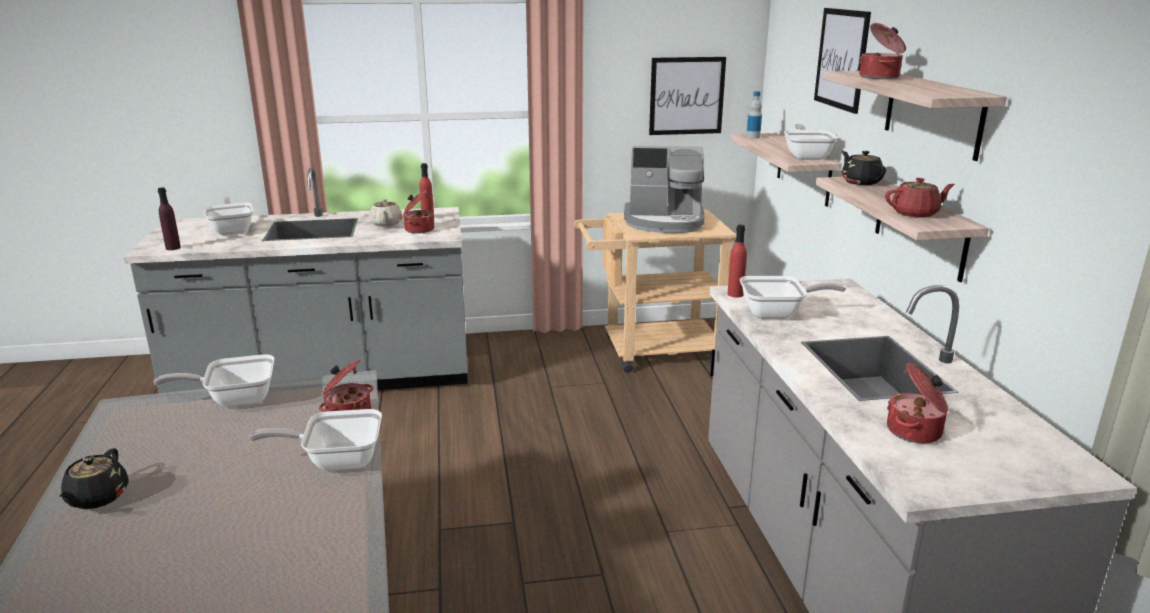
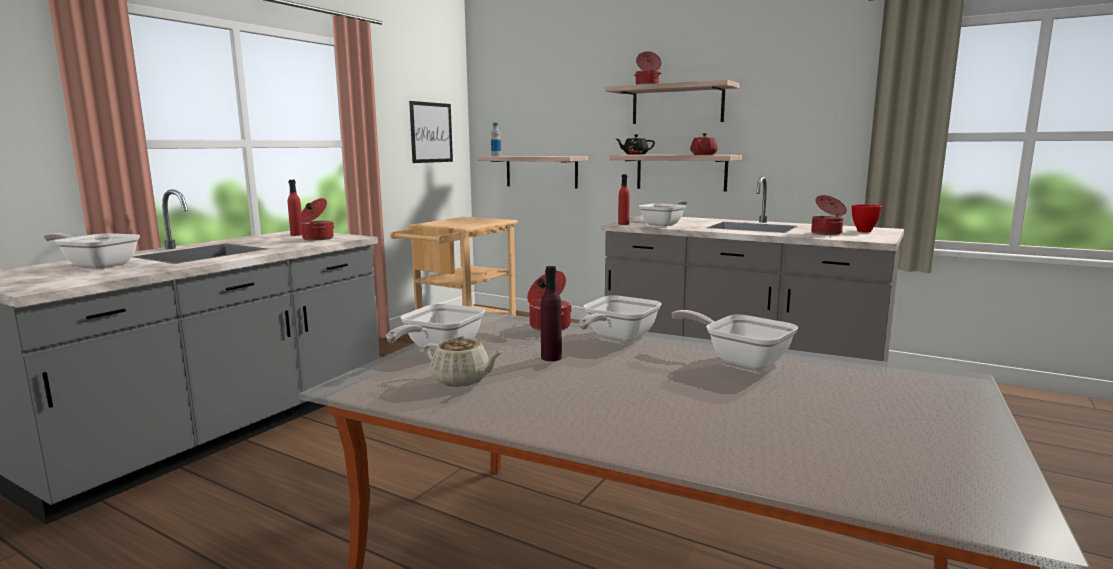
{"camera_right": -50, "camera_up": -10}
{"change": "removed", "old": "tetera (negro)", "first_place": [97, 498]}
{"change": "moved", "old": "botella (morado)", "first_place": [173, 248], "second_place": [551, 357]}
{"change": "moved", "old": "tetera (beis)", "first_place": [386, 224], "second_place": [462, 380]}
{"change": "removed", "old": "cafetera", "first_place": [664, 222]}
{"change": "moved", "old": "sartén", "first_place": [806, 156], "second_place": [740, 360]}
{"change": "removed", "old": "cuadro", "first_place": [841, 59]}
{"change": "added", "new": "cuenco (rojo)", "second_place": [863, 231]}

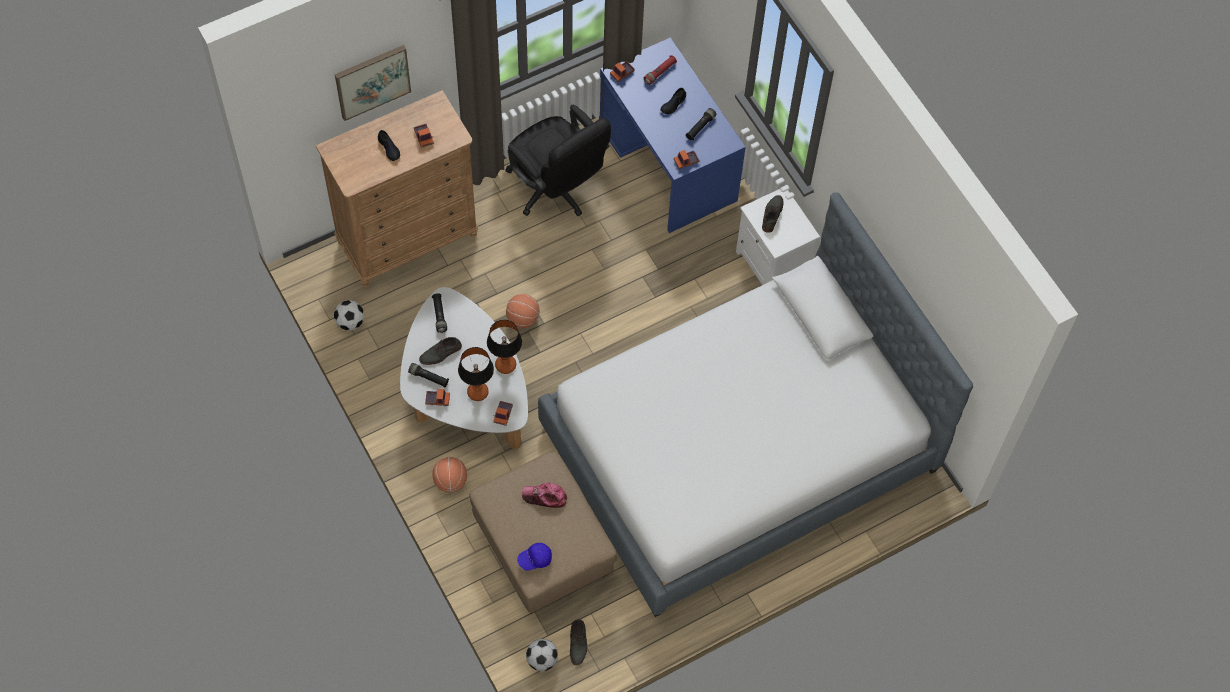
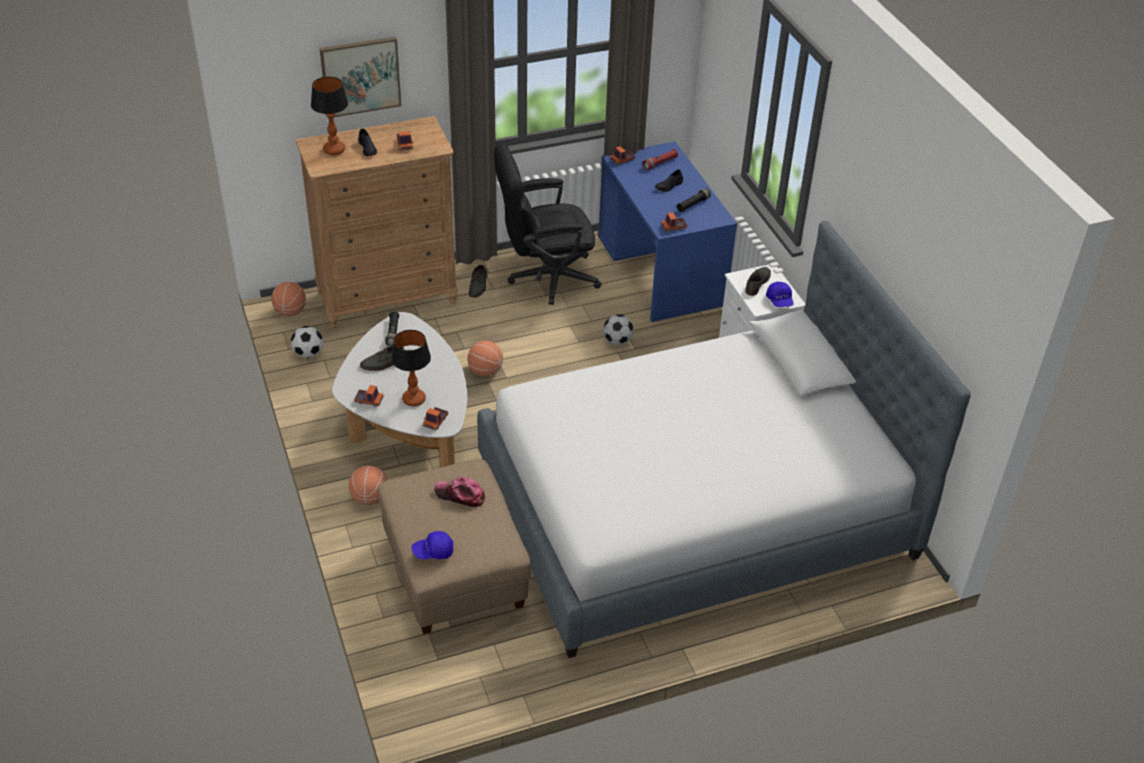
{"camera_right": 10, "camera_up": -20}
{"change": "removed", "old": "linterna (negro)", "first_place": [428, 378]}
{"change": "moved", "old": "lámpara de mesa", "first_place": [506, 365], "second_place": [334, 150]}
{"change": "turned", "old": "silla de oficina (negro)", "first_place": [556, 190], "second_place": [545, 278], "degrees": 105}
{"change": "moved", "old": "balón de fútbol", "first_place": [541, 660], "second_place": [617, 341]}
{"change": "moved", "old": "zapato (gris)", "first_place": [578, 643], "second_place": [478, 285]}
{"change": "added", "new": "balón de baloncesto", "second_place": [290, 311]}
{"change": "added", "new": "gorra (azul)", "second_place": [779, 301]}

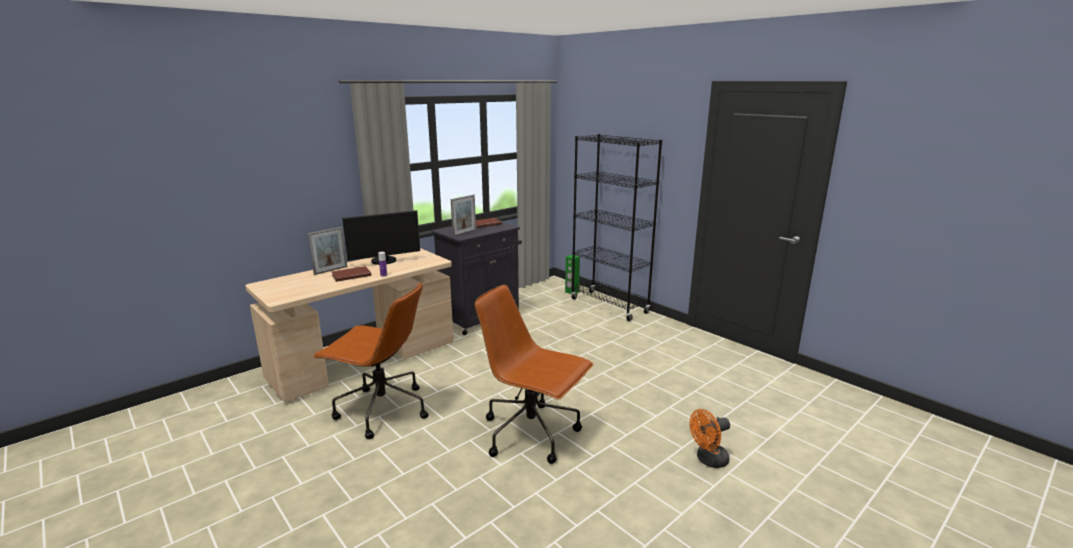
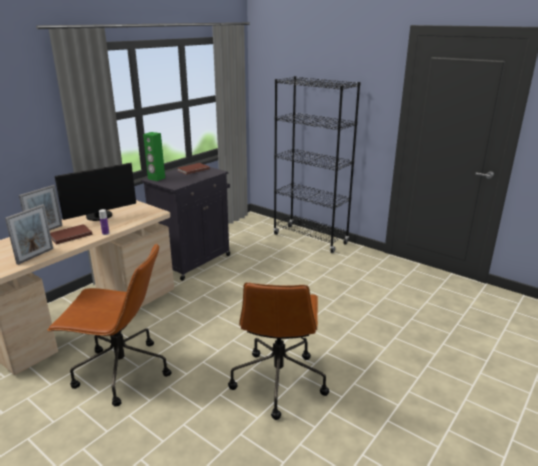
{"camera_right": -10, "camera_up": 5}
{"change": "moved", "old": "portarretratos", "first_place": [464, 233], "second_place": [35, 256]}
{"change": "turned", "old": "silla de oficina (marrón)", "first_place": [532, 434], "second_place": [278, 380], "degrees": -105}
{"change": "moved", "old": "altavoz (verde)", "first_place": [572, 292], "second_place": [156, 178]}
{"change": "removed", "old": "ventilador (naranja)", "first_place": [708, 460]}

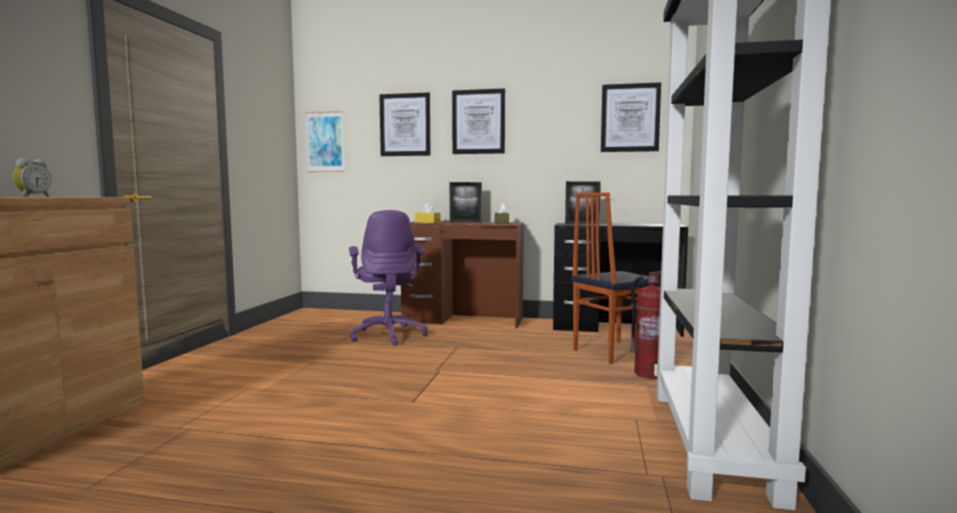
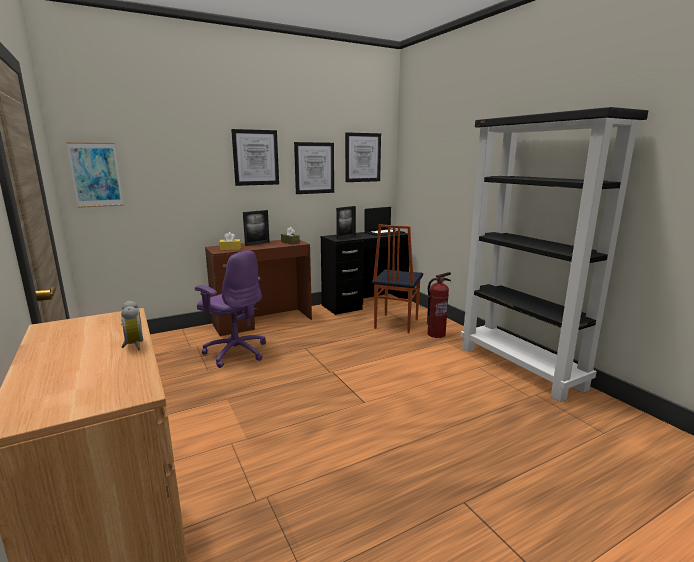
{"camera_right": -40, "camera_up": 10}
{"change": "moved", "old": "cuadro", "first_place": [405, 125], "second_place": [314, 168]}
{"change": "added", "new": "portátil", "second_place": [384, 232]}

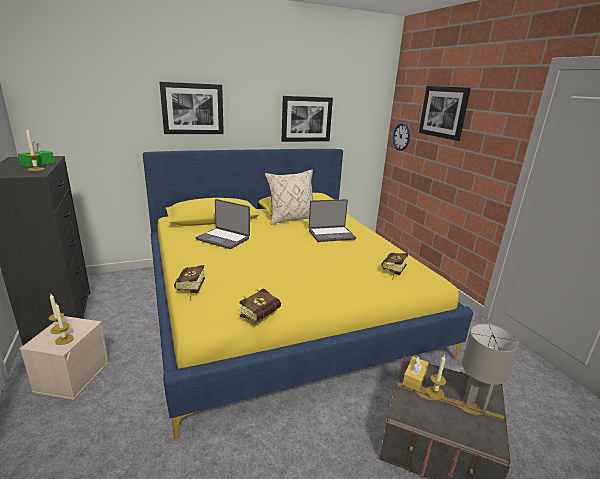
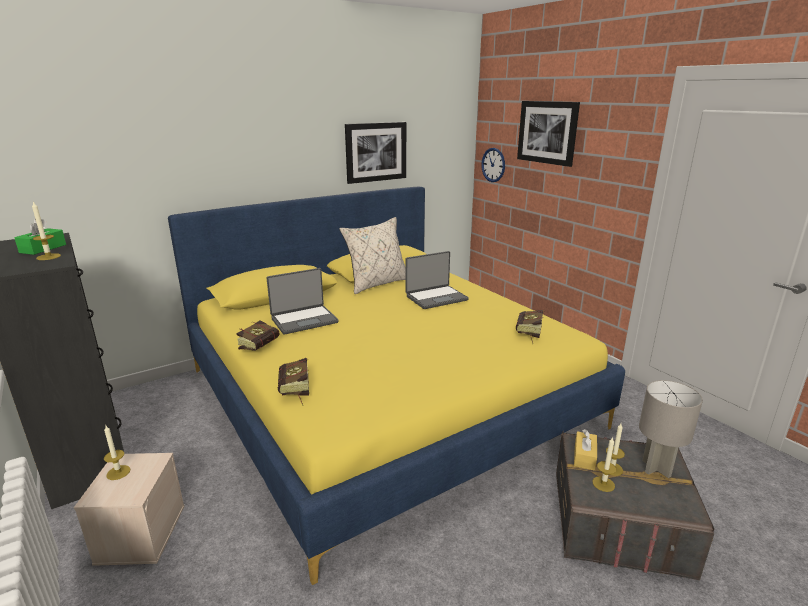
{"camera_right": -10, "camera_up": 0}
{"change": "moved", "old": "vela", "first_place": [64, 339], "second_place": [603, 484]}
{"change": "removed", "old": "cuadro", "first_place": [192, 109]}
{"change": "turned", "old": "portátil", "first_place": [224, 239], "second_place": [304, 320], "degrees": -45}
{"change": "moved", "old": "libro", "first_place": [263, 314], "second_place": [262, 345]}

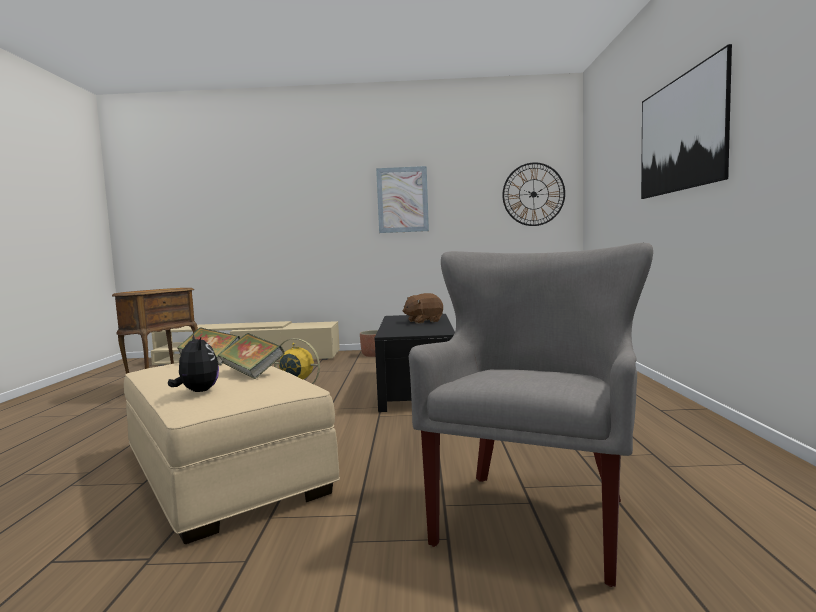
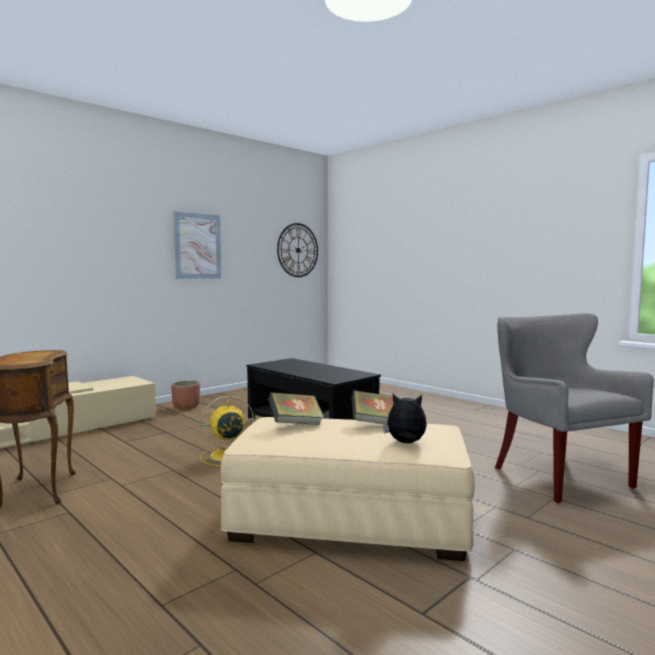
{"camera_right": -45, "camera_up": 0}
{"change": "removed", "old": "peluche (marrón)", "first_place": [423, 321]}
{"change": "removed", "old": "cuadro", "first_place": [680, 134]}

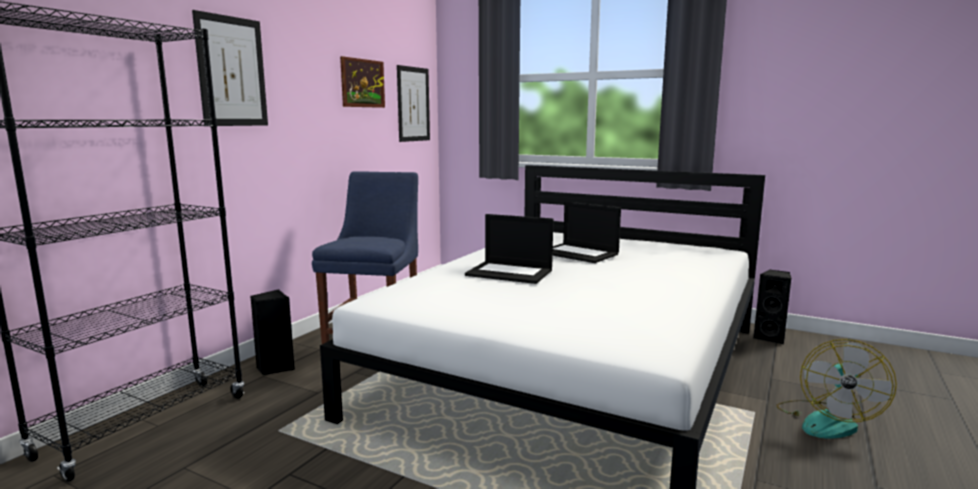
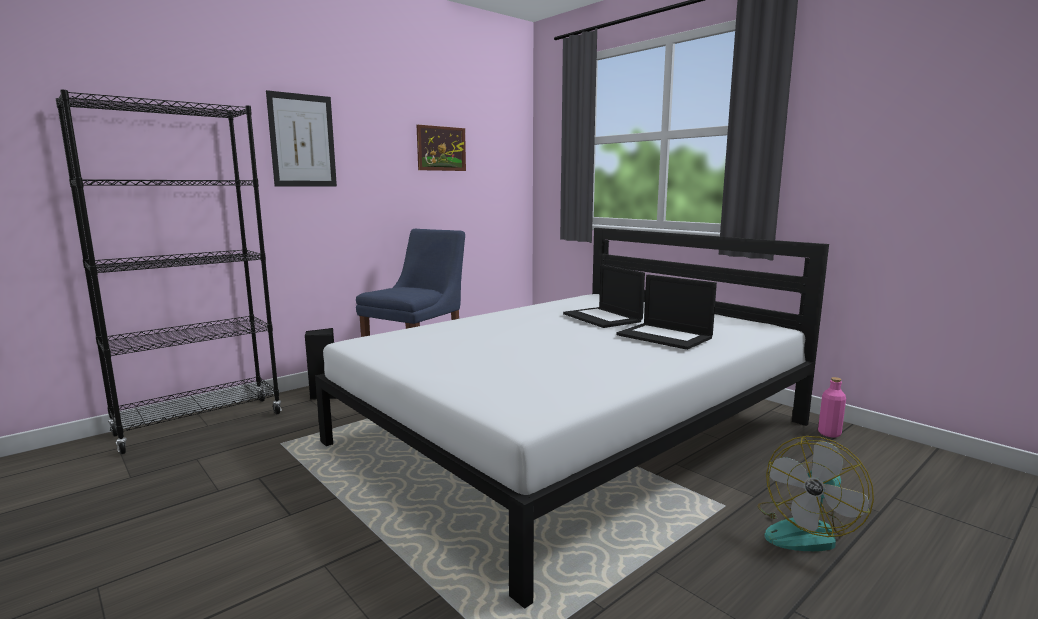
{"camera_right": 20, "camera_up": 0}
{"change": "removed", "old": "cuadro", "first_place": [413, 104]}
{"change": "moved", "old": "portátil", "first_place": [510, 273], "second_place": [665, 336]}
{"change": "replaced", "old": "altavoz (negro)", "new": "botella (rosa)", "first_place": [770, 337], "second_place": [829, 433]}

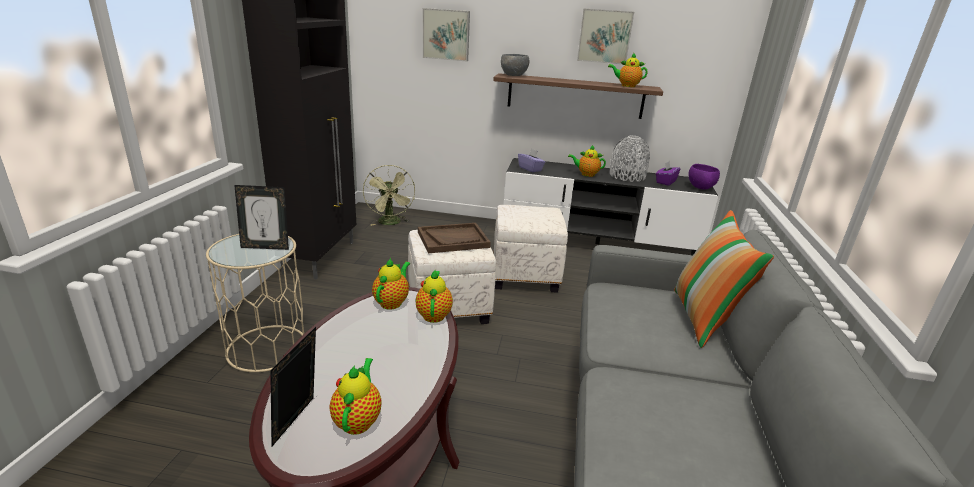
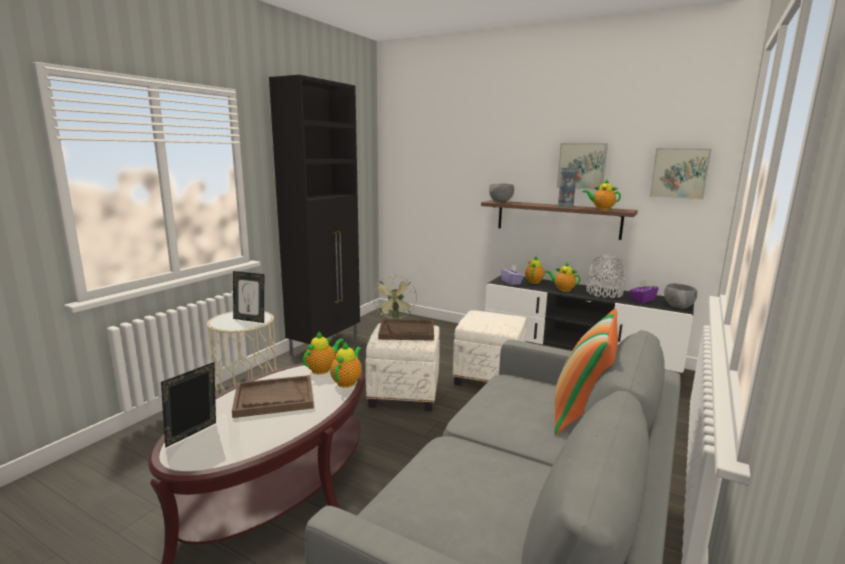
{"camera_right": 20, "camera_up": -10}
{"change": "moved", "old": "tetera", "first_place": [358, 420], "second_place": [534, 281]}
{"change": "moved", "old": "cuadro", "first_place": [446, 34], "second_place": [679, 173]}
{"change": "recoloured", "old": "cuenco (morado)", "new": "cuenco (gris)", "first_place": [700, 187], "second_place": [678, 307]}
{"change": "added", "new": "bandeja (marrón)", "second_place": [274, 398]}
{"change": "added", "new": "florero", "second_place": [565, 206]}

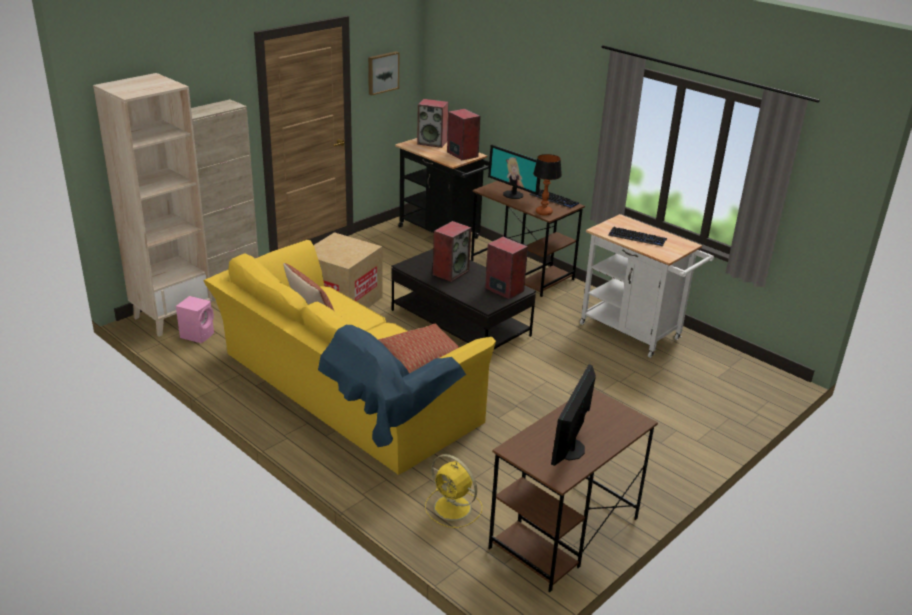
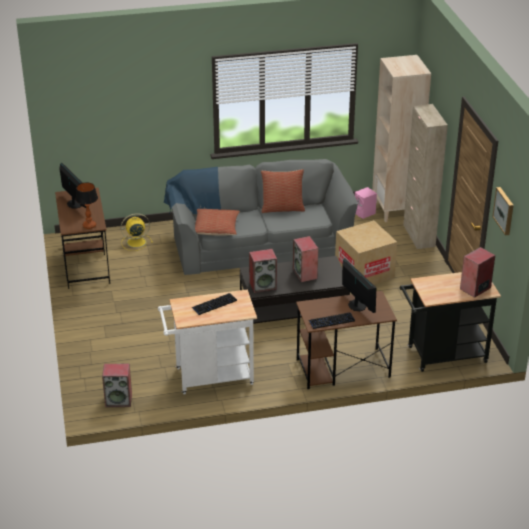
{"camera_right": 125, "camera_up": 5}
{"change": "recoloured", "old": "sofá (amarillo)", "new": "sofá (gris)", "first_place": [343, 392], "second_place": [259, 242]}
{"change": "moved", "old": "altavoz", "first_place": [461, 154], "second_place": [119, 400]}
{"change": "turned", "old": "monitor", "first_place": [513, 194], "second_place": [356, 305], "degrees": 75}
{"change": "moved", "old": "lámpara de mesa", "first_place": [543, 212], "second_place": [89, 225]}

